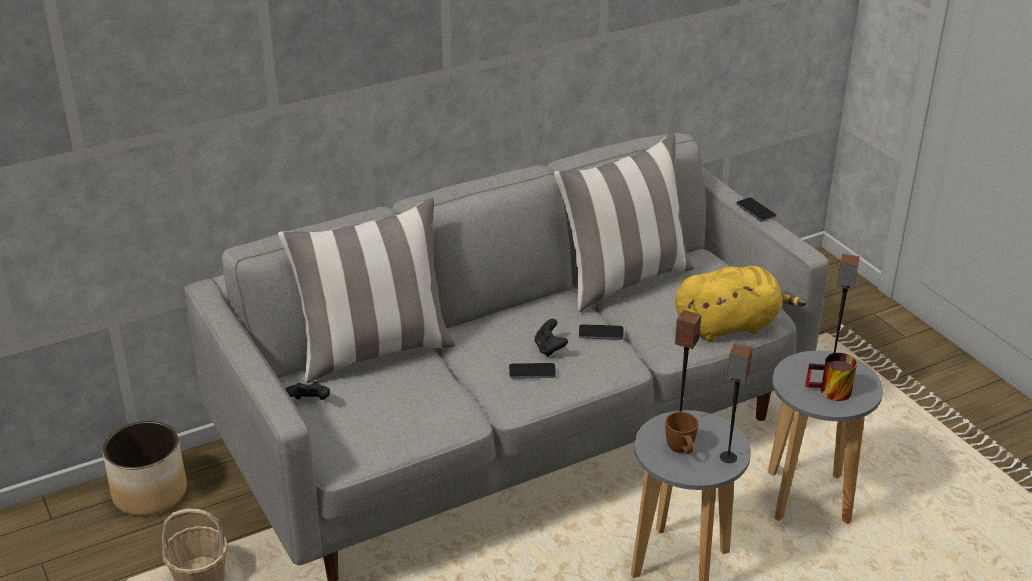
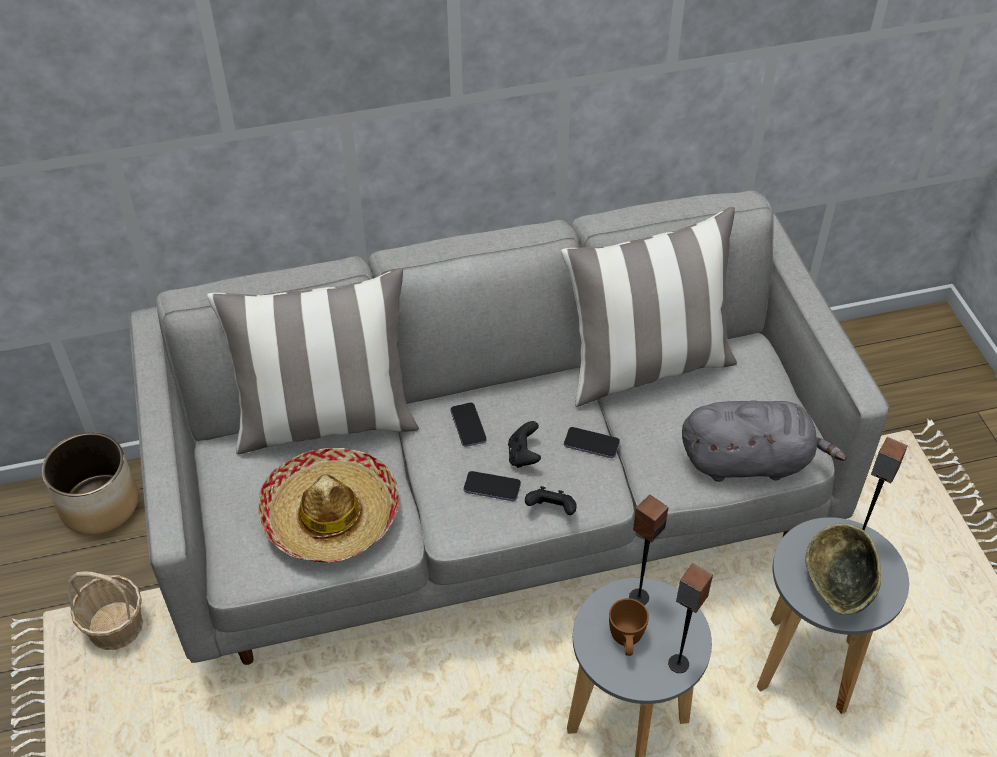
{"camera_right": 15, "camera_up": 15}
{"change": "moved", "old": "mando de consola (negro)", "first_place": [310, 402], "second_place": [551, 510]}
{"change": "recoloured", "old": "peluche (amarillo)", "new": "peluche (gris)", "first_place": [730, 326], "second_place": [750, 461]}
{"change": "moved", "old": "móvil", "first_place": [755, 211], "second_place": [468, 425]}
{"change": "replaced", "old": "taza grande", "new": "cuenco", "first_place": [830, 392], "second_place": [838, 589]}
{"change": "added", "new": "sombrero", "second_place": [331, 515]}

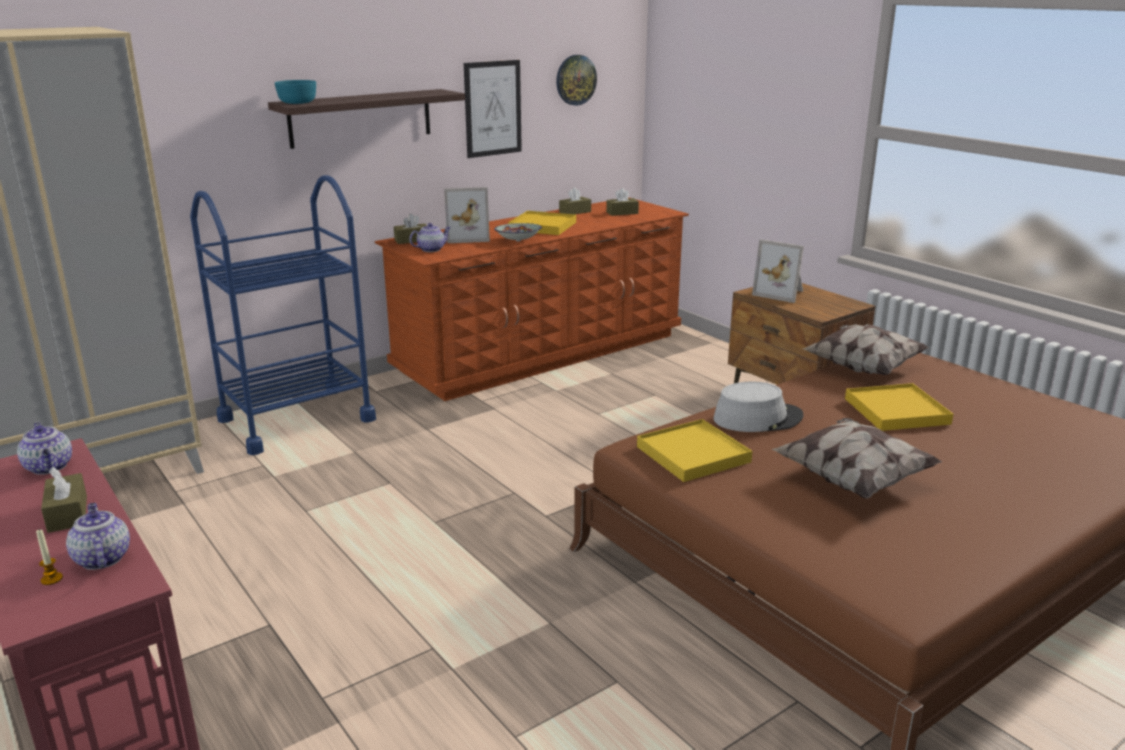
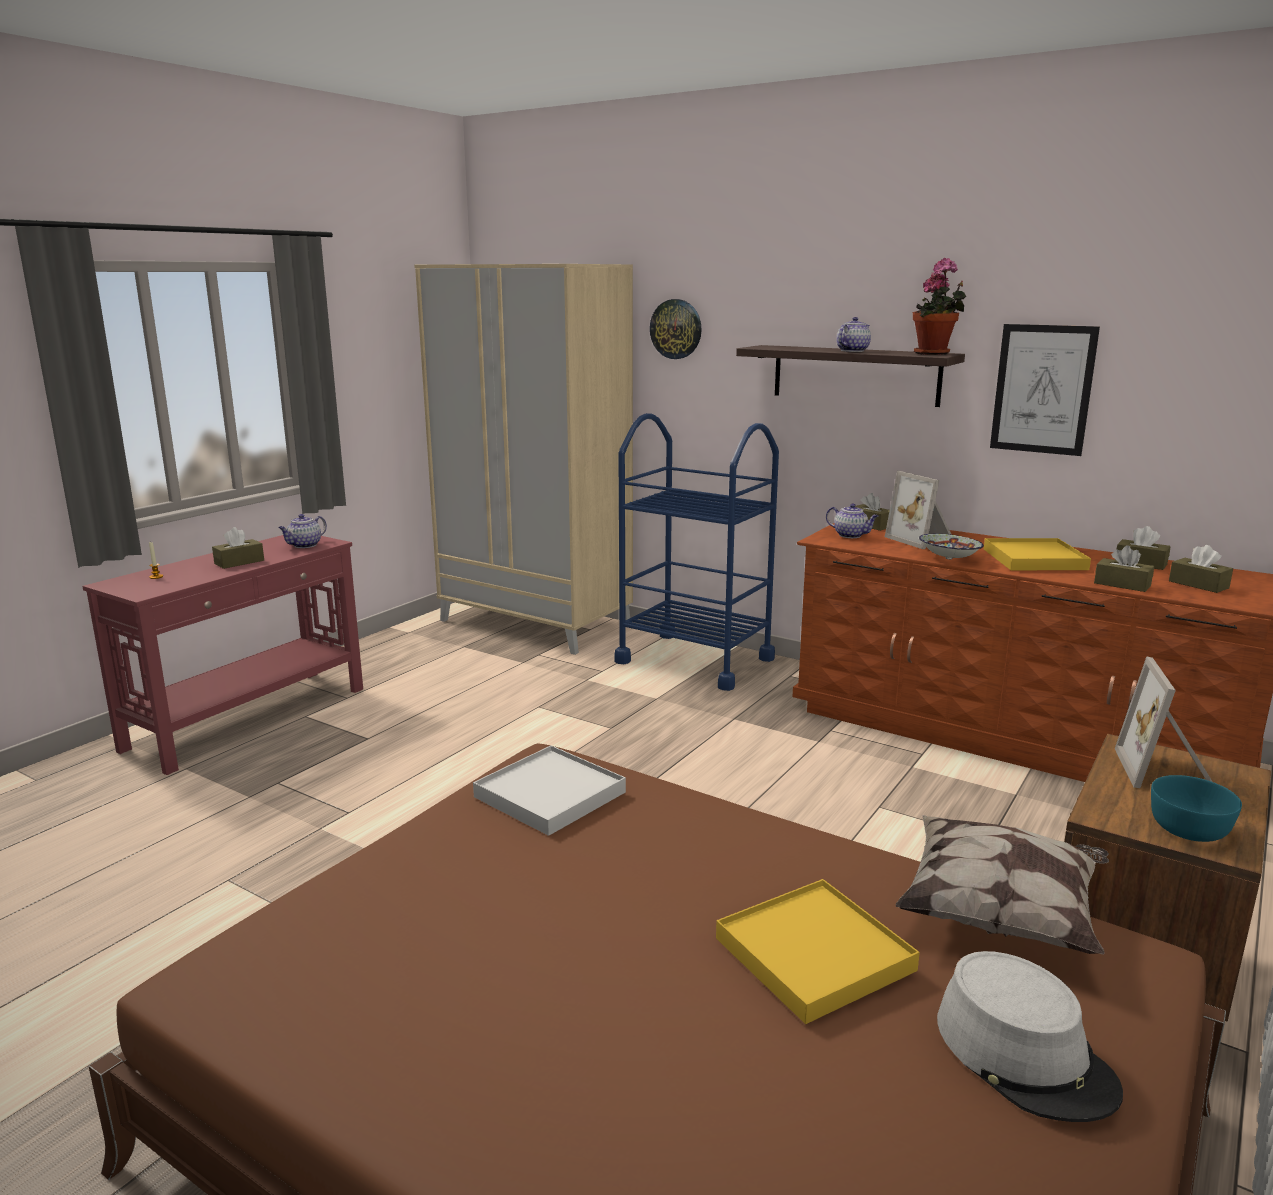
{"camera_right": 70, "camera_up": -5}
{"change": "moved", "old": "tetera", "first_place": [101, 558], "second_place": [852, 351]}
{"change": "moved", "old": "cuenco (turquesa)", "first_place": [297, 102], "second_place": [1188, 828]}
{"change": "moved", "old": "reloj de pared", "first_place": [575, 80], "second_place": [676, 329]}
{"change": "recoloured", "old": "bandeja (amarillo)", "new": "bandeja (blanco)", "first_place": [693, 454], "second_place": [549, 795]}
{"change": "moved", "old": "sombrero (gris)", "first_place": [757, 418], "second_place": [1024, 1054]}
{"change": "removed", "old": "cojín", "first_place": [852, 479]}
{"change": "added", "new": "planta en maceta", "second_place": [934, 353]}
{"change": "added", "new": "caja de pañuelos (marrón)", "second_place": [1122, 584]}

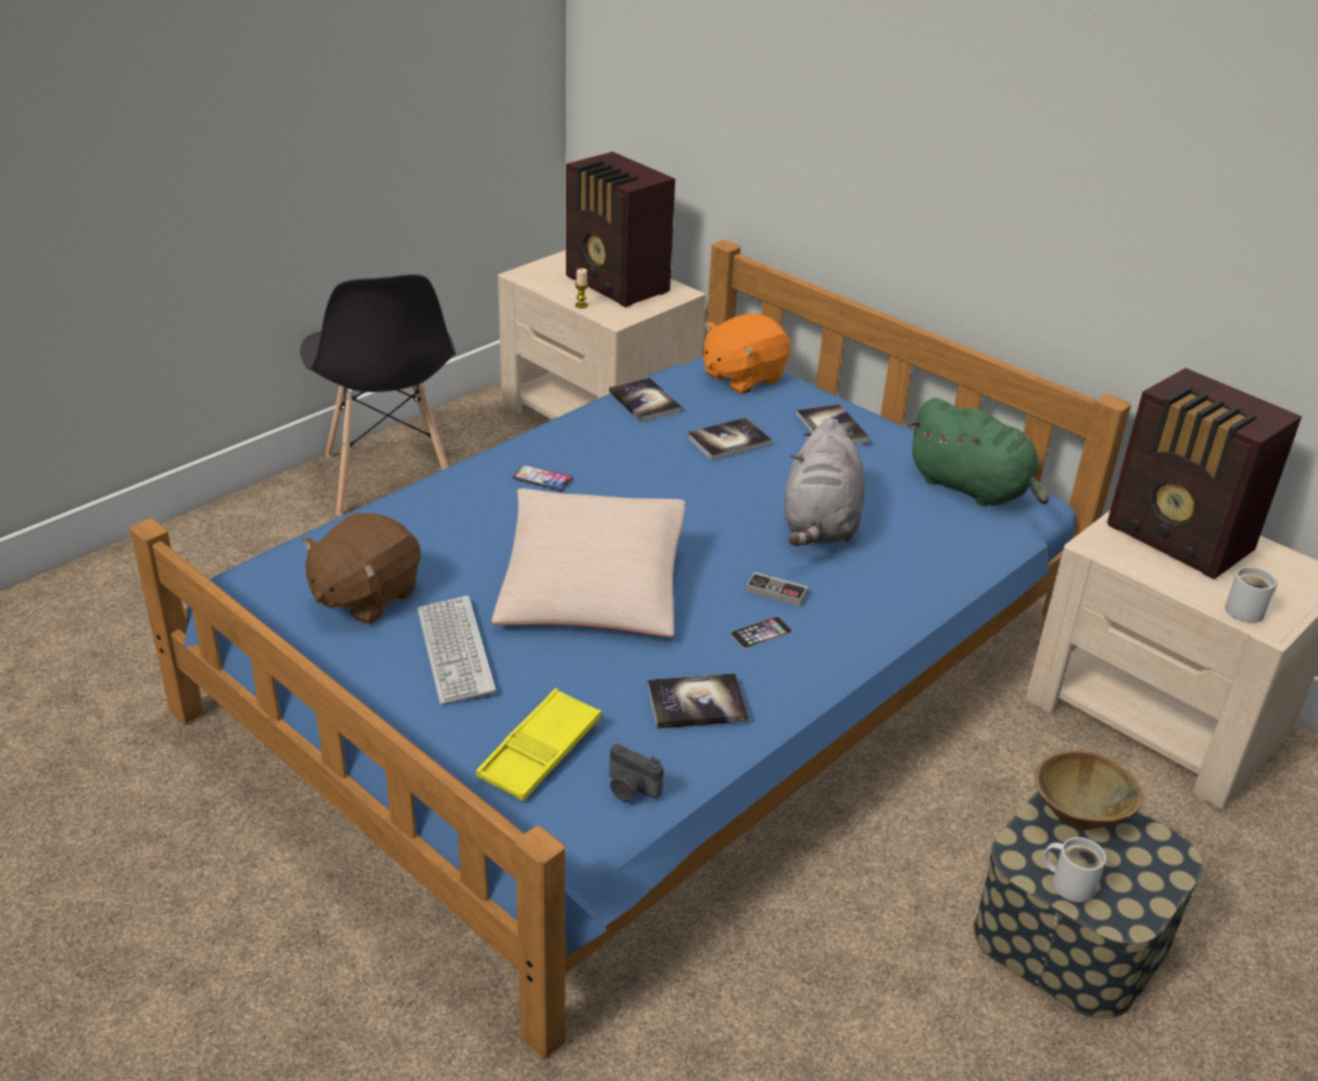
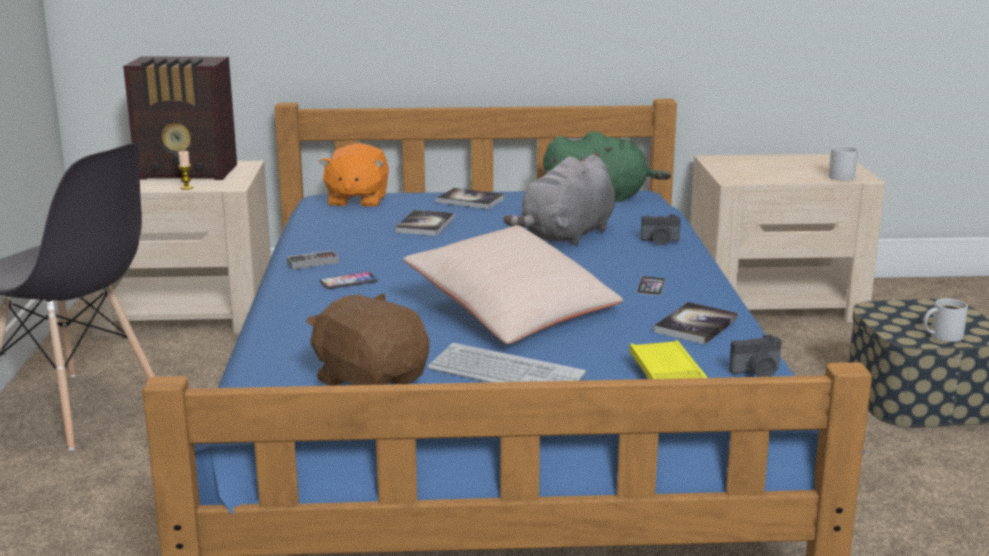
{"camera_right": -45, "camera_up": -15}
{"change": "turned", "old": "peluche (marrón)", "first_place": [364, 596], "second_place": [371, 381], "degrees": 150}
{"change": "removed", "old": "libro", "first_place": [645, 402]}
{"change": "moved", "old": "mando de consola", "first_place": [776, 592], "second_place": [312, 263]}
{"change": "turned", "old": "peluche (gris)", "first_place": [820, 524], "second_place": [566, 236], "degrees": 75}
{"change": "removed", "old": "cuenco (marrón)", "first_place": [1077, 816]}
{"change": "removed", "old": "radio", "first_place": [1180, 540]}
{"change": "added", "new": "cámara", "second_place": [660, 241]}

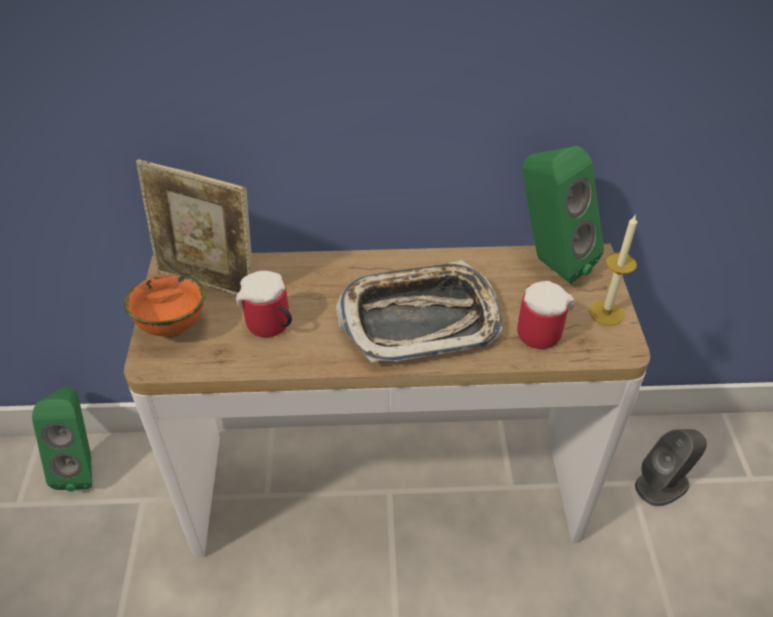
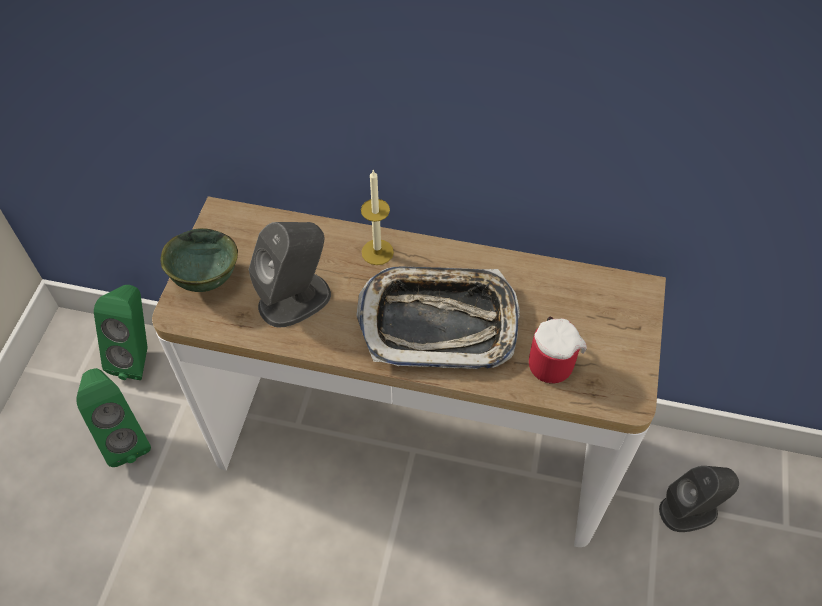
{"camera_right": 15, "camera_up": 10}
{"change": "recoloured", "old": "cuenco (naranja)", "new": "cuenco (verde)", "first_place": [171, 327], "second_place": [205, 279]}
{"change": "removed", "old": "portarretratos", "first_place": [209, 282]}
{"change": "replaced", "old": "taza grande", "new": "altavoz (gris)", "first_place": [271, 327], "second_place": [295, 299]}
{"change": "moved", "old": "altavoz (verde)", "first_place": [549, 262], "second_place": [124, 437]}
{"change": "moved", "old": "vela", "first_place": [606, 313], "second_place": [377, 252]}

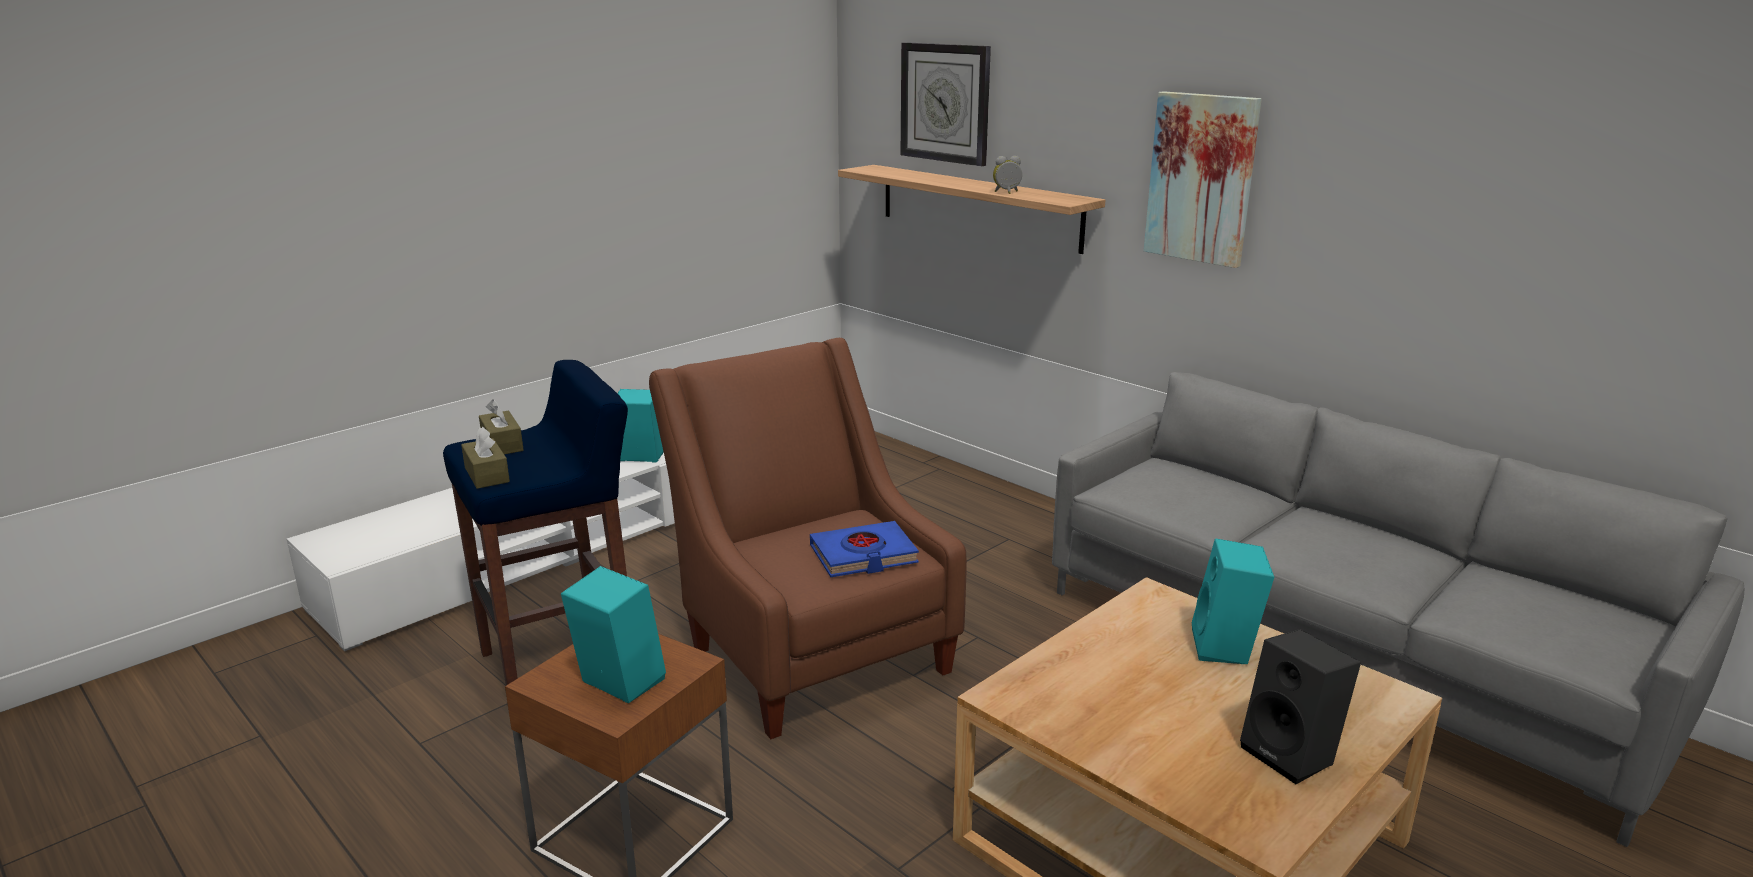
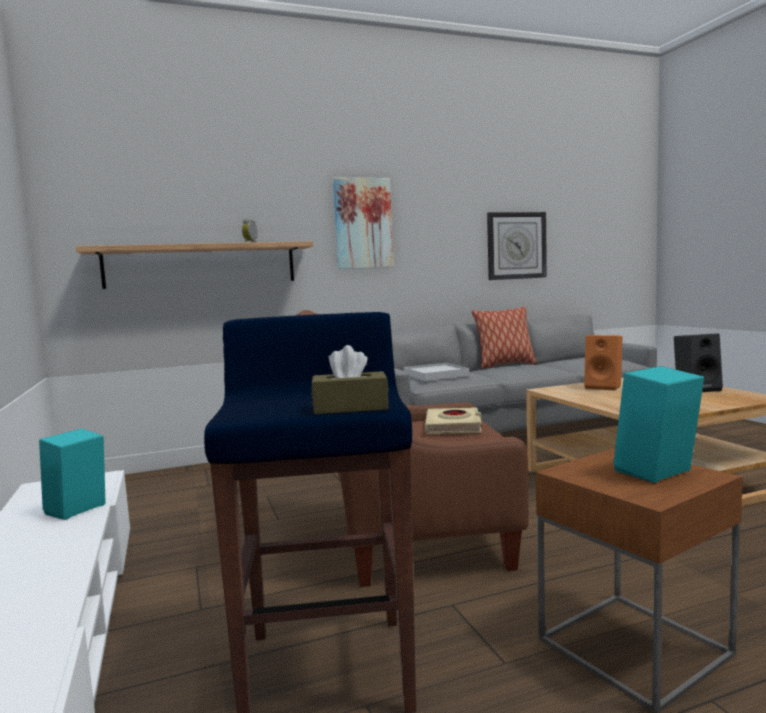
{"camera_right": -65, "camera_up": -15}
{"change": "removed", "old": "caja de pañuelos (marrón)", "first_place": [502, 444]}
{"change": "recoloured", "old": "libro (azul)", "new": "libro (beis)", "first_place": [863, 556], "second_place": [453, 426]}
{"change": "moved", "old": "reloj de pared", "first_place": [945, 103], "second_place": [516, 246]}
{"change": "recoloured", "old": "altavoz (turquesa)", "new": "altavoz (naranja)", "first_place": [1226, 648], "second_place": [604, 387]}
{"change": "added", "new": "bandeja (blanco)", "second_place": [435, 375]}
{"change": "added", "new": "cojín", "second_place": [505, 365]}

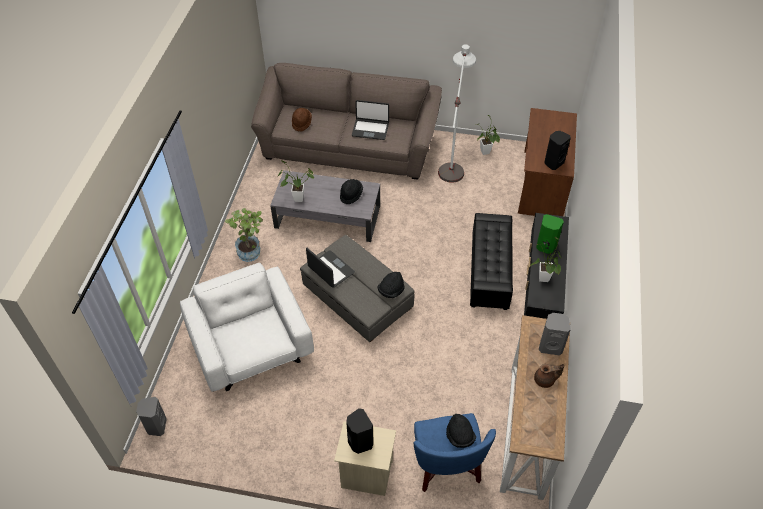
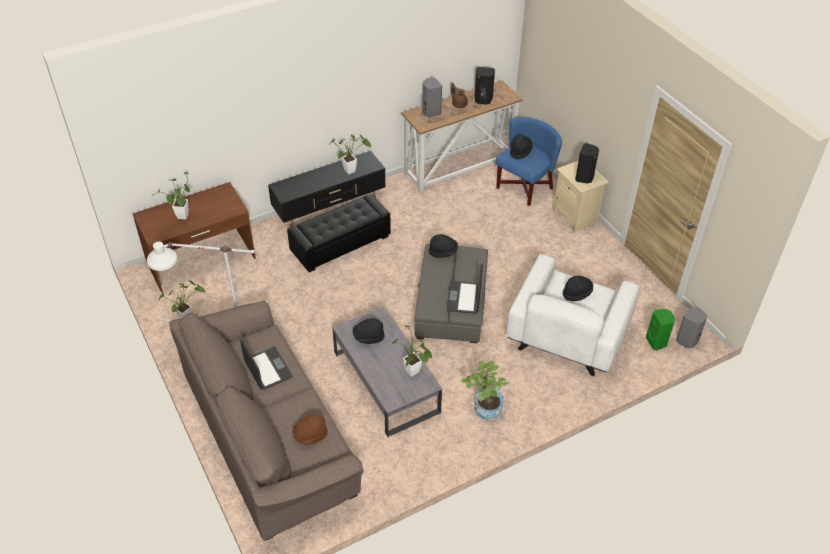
{"camera_right": -130, "camera_up": -5}
{"change": "moved", "old": "altavoz (verde)", "first_place": [545, 246], "second_place": [657, 342]}
{"change": "moved", "old": "altavoz (negro)", "first_place": [553, 163], "second_place": [483, 100]}
{"change": "added", "new": "planta en maceta", "second_place": [182, 218]}
{"change": "added", "new": "sombrero (negro)", "second_place": [577, 293]}

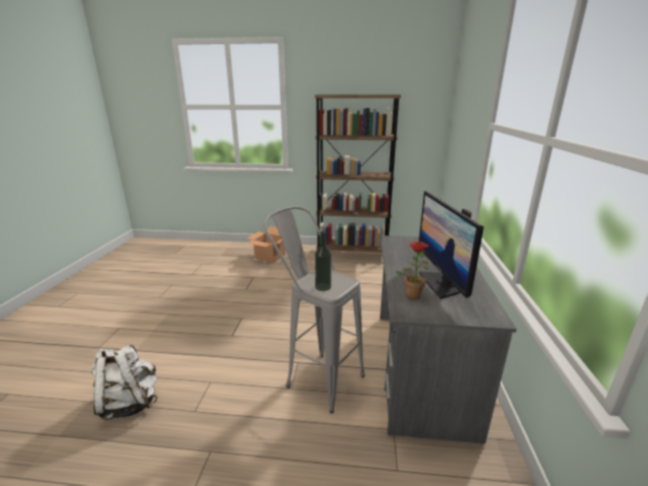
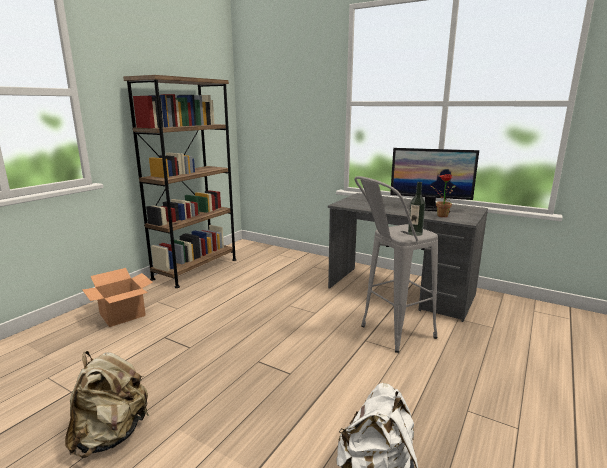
{"camera_right": -65, "camera_up": -5}
{"change": "added", "new": "mochila (beis)", "second_place": [111, 434]}

